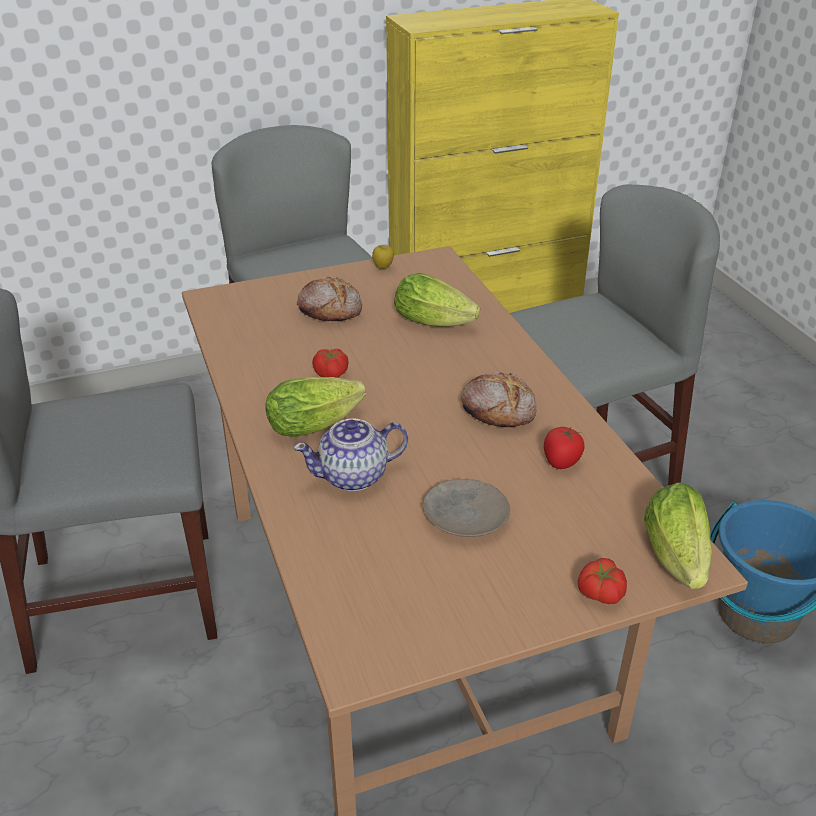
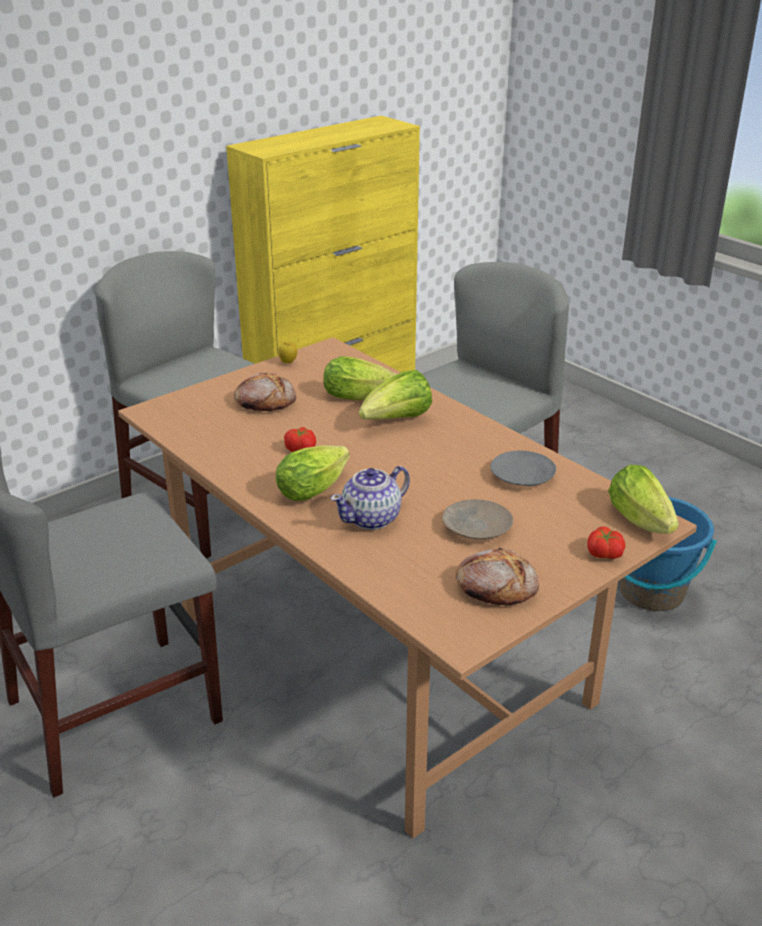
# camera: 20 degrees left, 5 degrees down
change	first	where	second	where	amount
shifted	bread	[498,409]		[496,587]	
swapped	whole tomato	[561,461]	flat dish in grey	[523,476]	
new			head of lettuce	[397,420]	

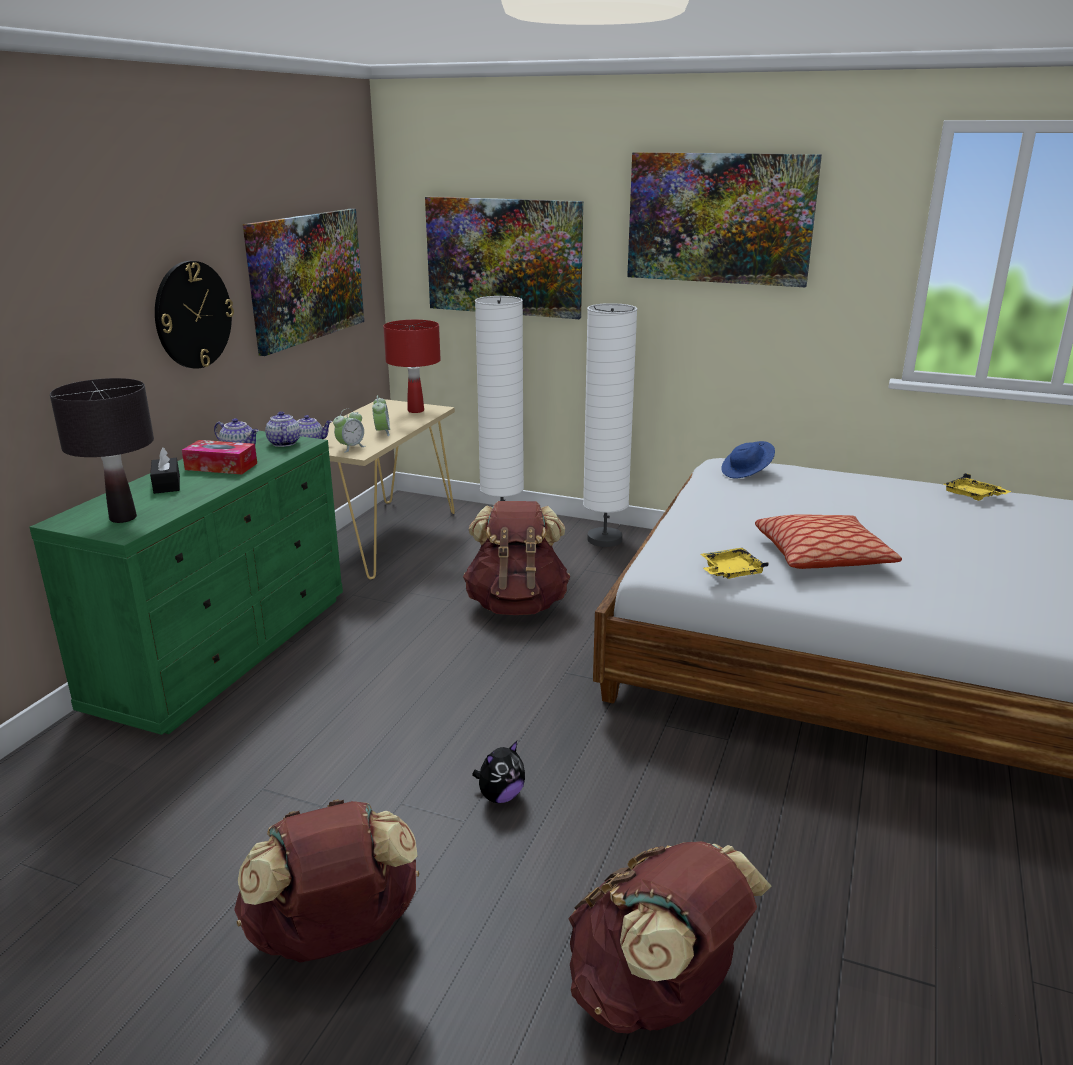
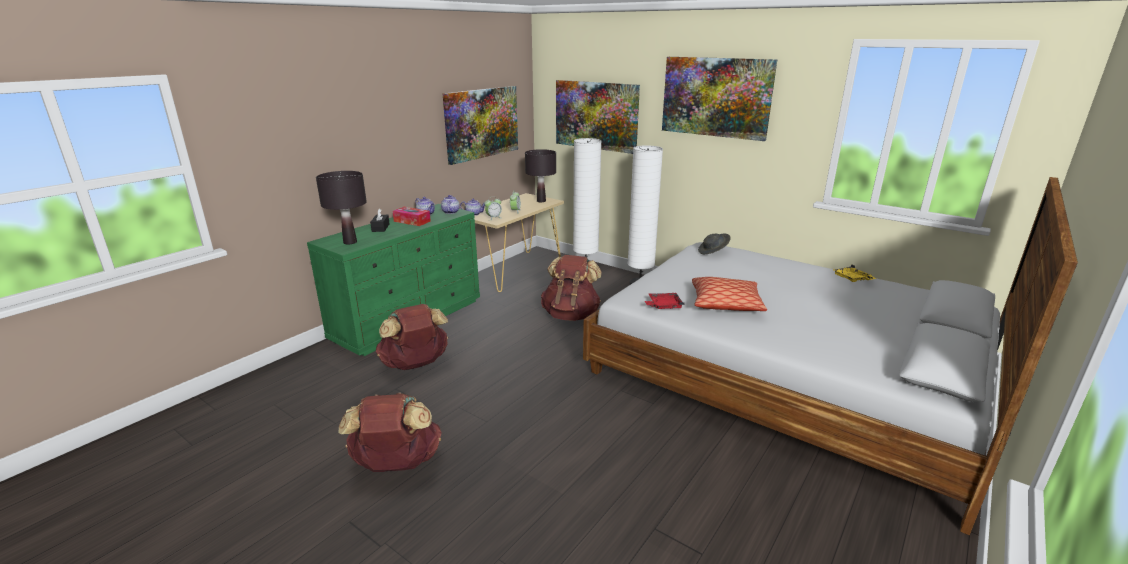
# camera: 15 degrees right, 0 degrees up
change	first	where	second	where	amount
gone	clock on the wall	[193,315]			
repainted	table lamp in red	[416,411]	table lamp in black	[541,201]	
repainted	hat in blue	[747,473]	hat in grey	[713,252]	
repainted	tray in yellow	[730,572]	tray in red	[663,306]	
gone	cuddly toy	[500,796]			
shifted	knapsack in brown	[655,994]		[415,364]	

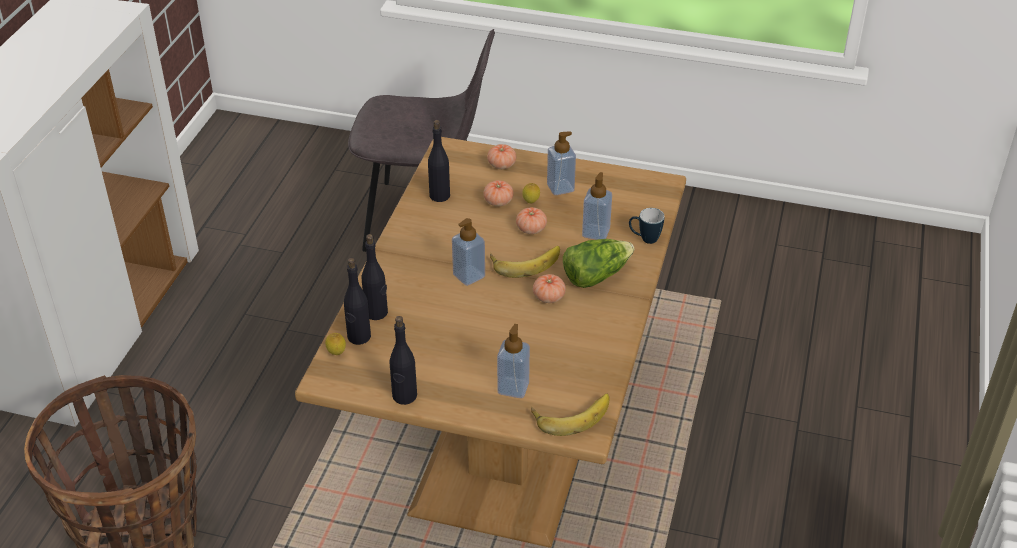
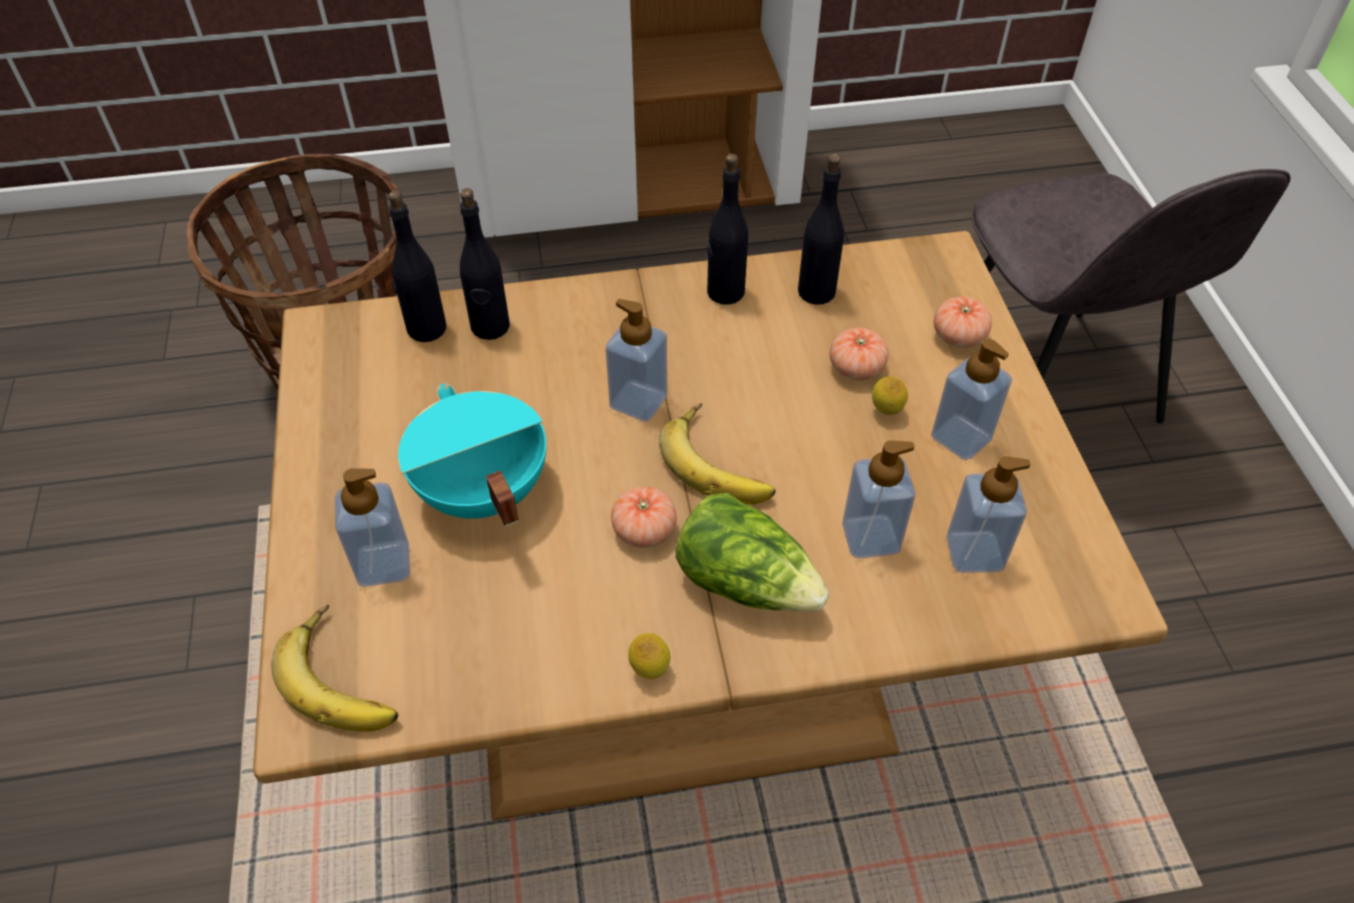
# camera: 65 degrees right, 10 degrees up
change	first	where	second	where	amount
gone	whole tomato	[531,229]			
gone	tea mug	[644,239]			
shifted	bottle in black	[404,396]		[725,292]	
shifted	lemon	[336,354]		[649,670]	
new			stockpot in turquoise	[480,492]	
new			liquid soap bottle	[974,552]	

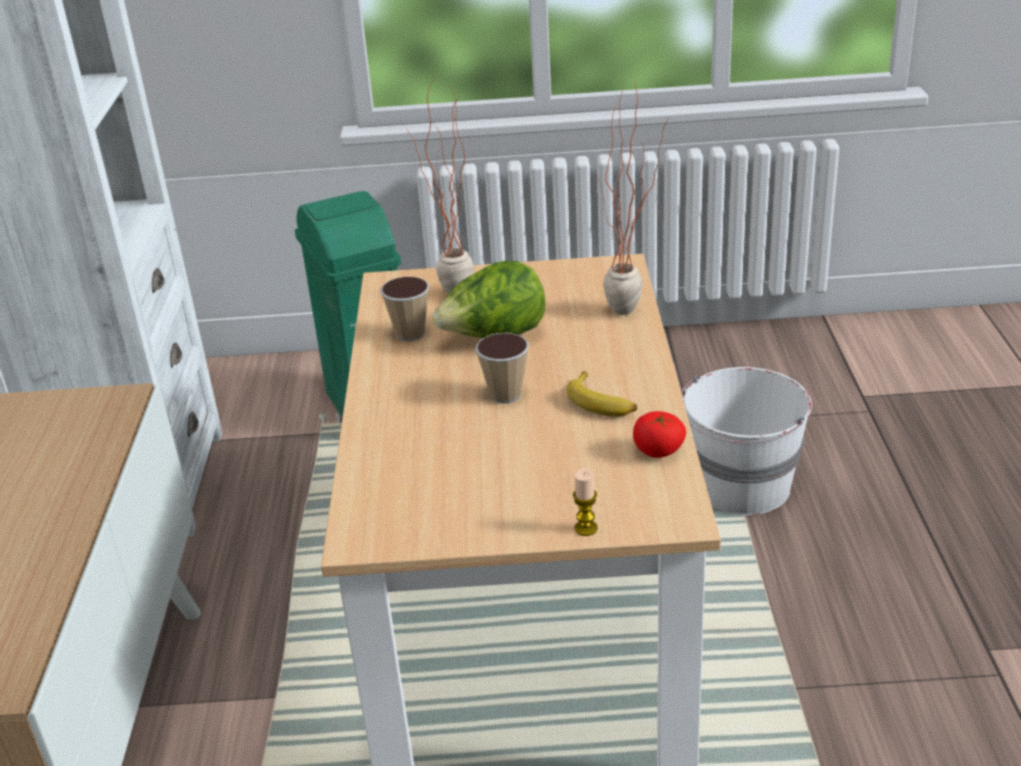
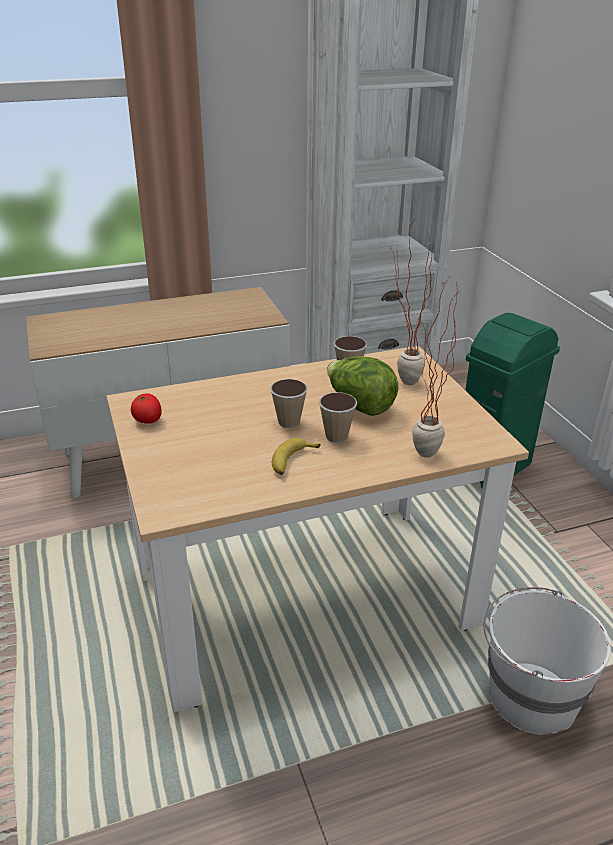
# camera: 70 degrees right, 0 degrees up
change	first	where	second	where	amount
shifted	whole tomato	[658,451]		[147,420]	
gone	wax candle	[586,528]			
new			small cup	[336,436]	

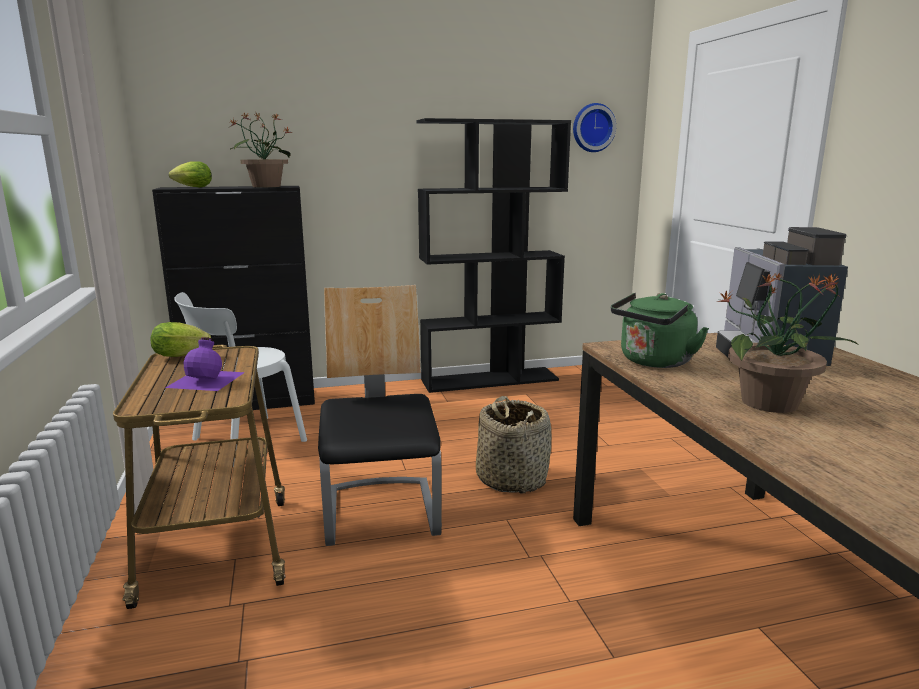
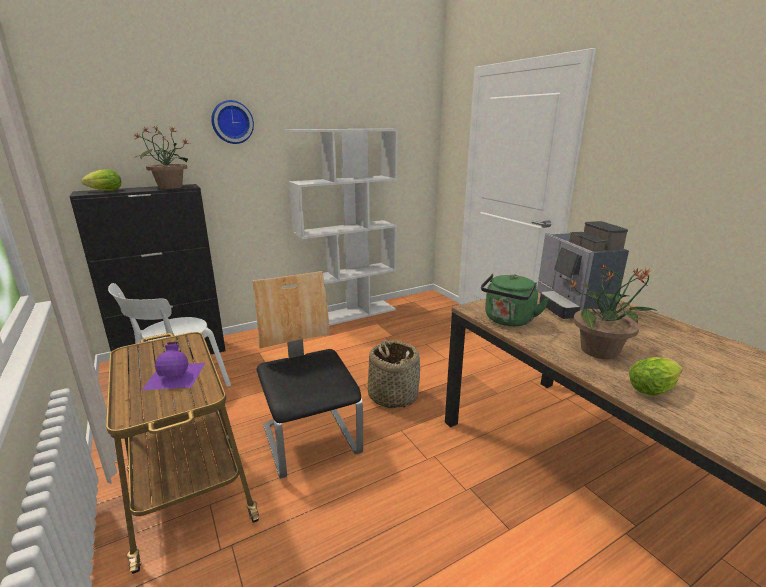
# camera: 15 degrees left, 5 degrees up
change	first	where	second	where	amount
shifted	clock on the wall	[592,128]		[232,122]	
repainted	bookshelf in black	[490,380]	bookshelf in white	[349,314]	
shifted	head of lettuce	[183,355]		[654,389]	

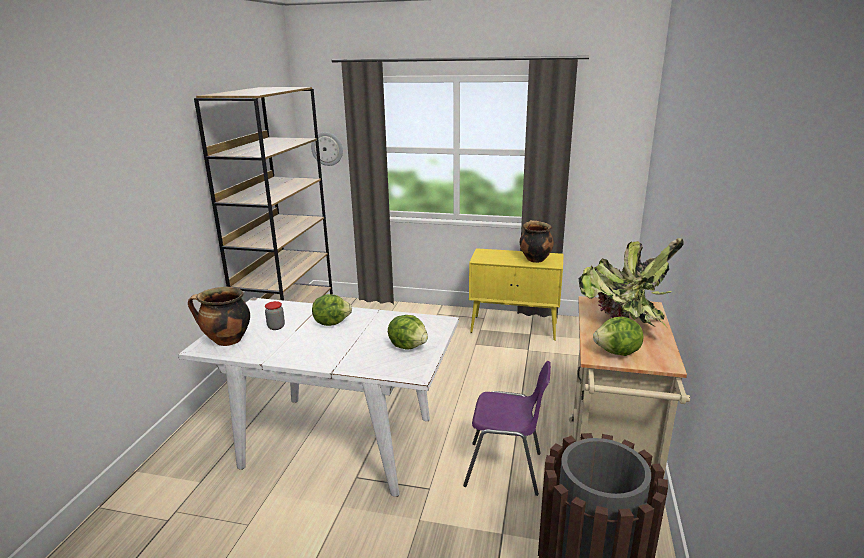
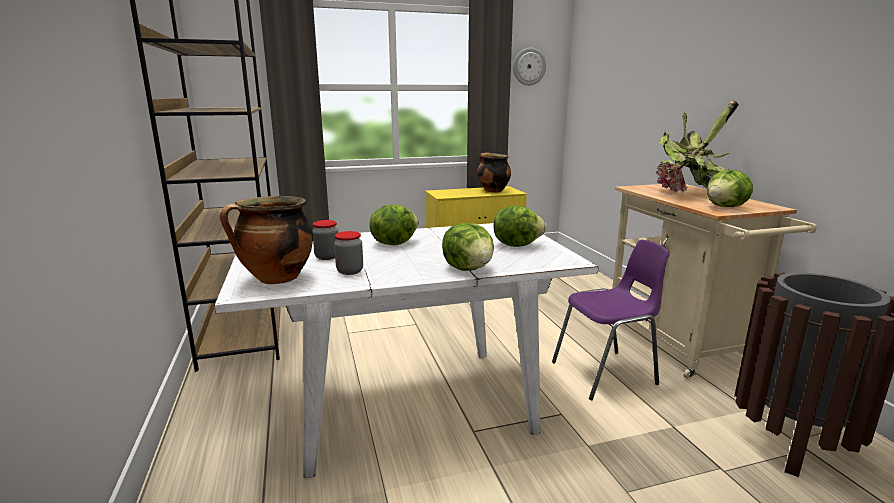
# camera: 30 degrees left, 5 degrees down
change	first	where	second	where	amount
shifted	clock on the wall	[327,148]		[529,66]	
new			head of lettuce	[469,269]	
new			jar	[350,271]	

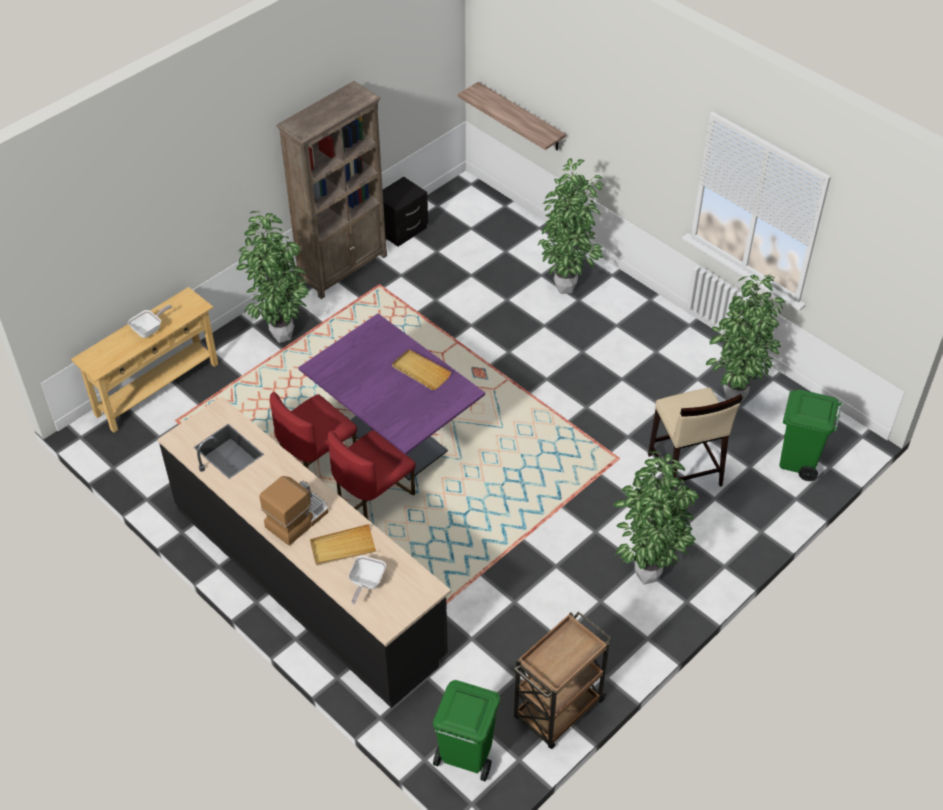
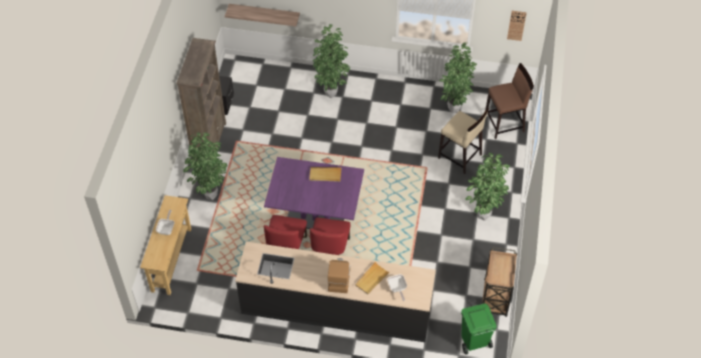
# camera: 35 degrees left, 5 degrees up
change	first	where	second	where	amount
swapped	waste bin in green-coloured	[799,461]	stool in brown	[504,124]	
new			clock on the wall	[516,25]	

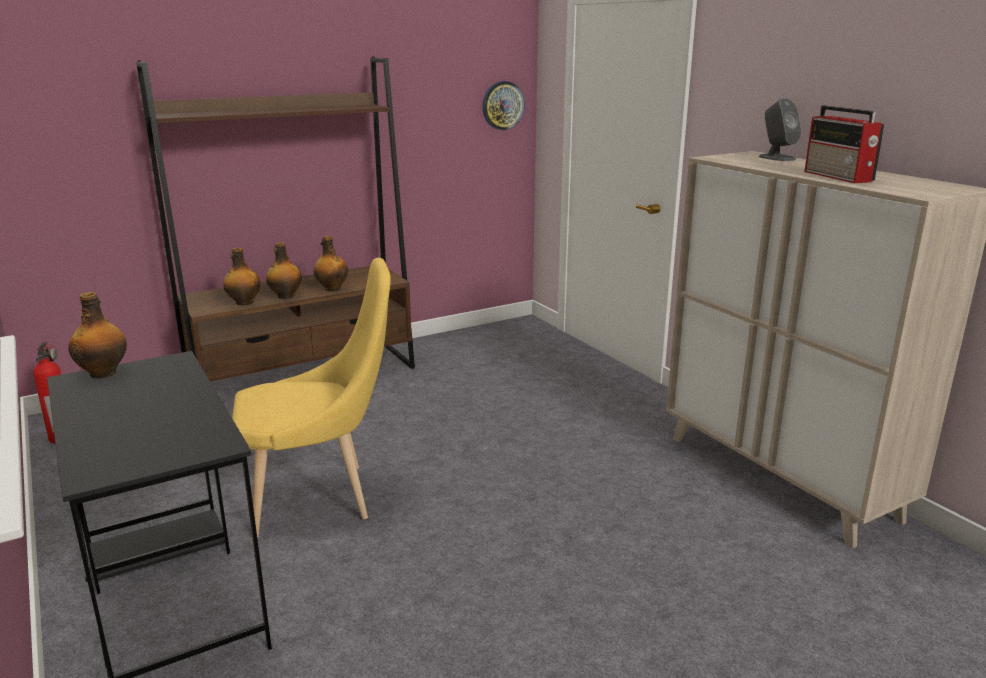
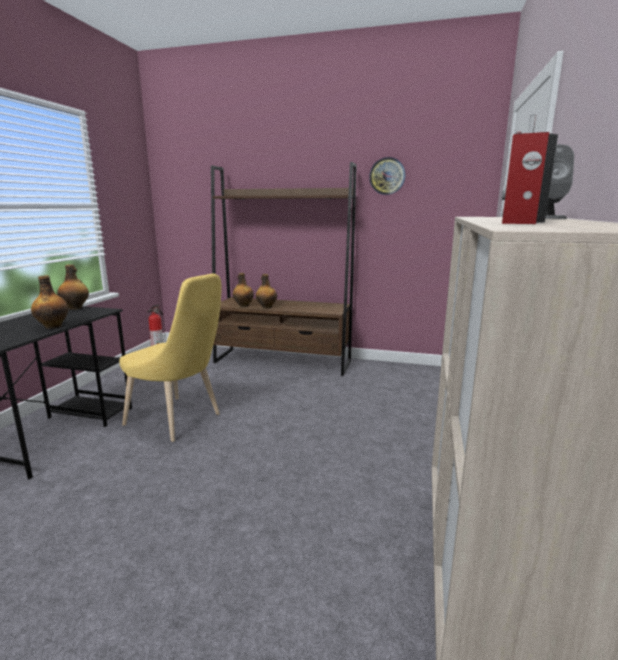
# camera: 45 degrees right, 5 degrees down
change	first	where	second	where	amount
shifted	clock on the wall	[502,105]		[387,176]	
shifted	bottle	[332,289]		[53,326]	

